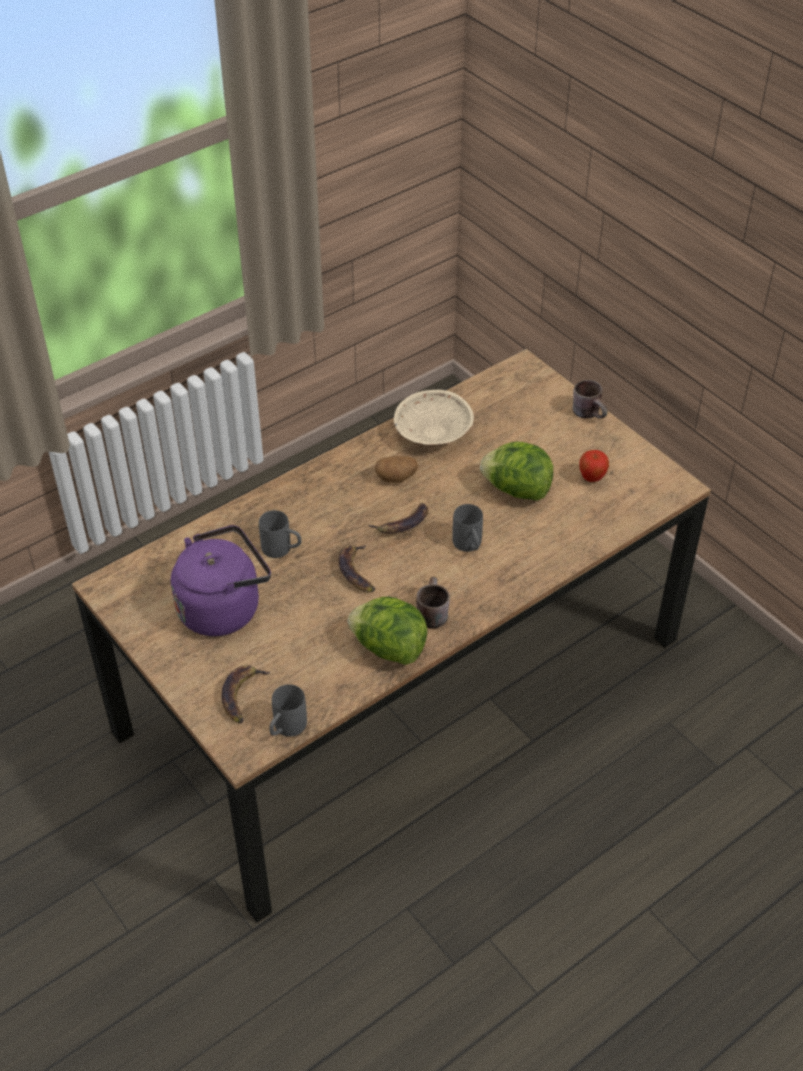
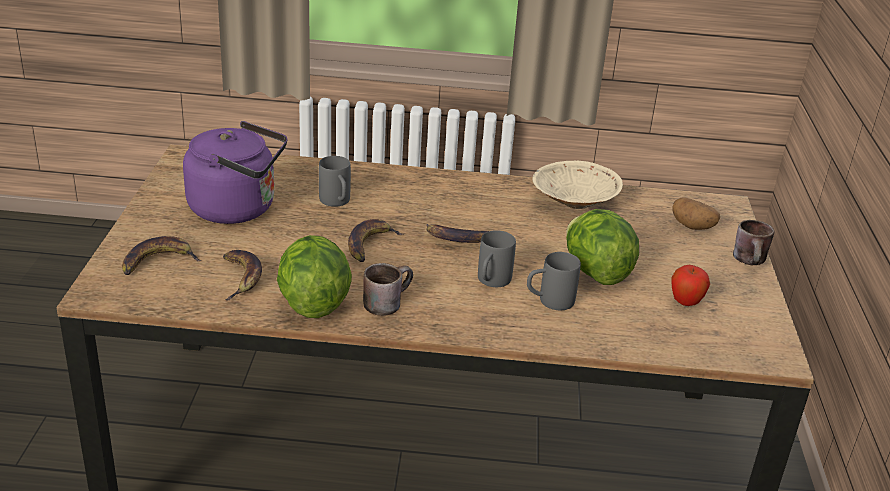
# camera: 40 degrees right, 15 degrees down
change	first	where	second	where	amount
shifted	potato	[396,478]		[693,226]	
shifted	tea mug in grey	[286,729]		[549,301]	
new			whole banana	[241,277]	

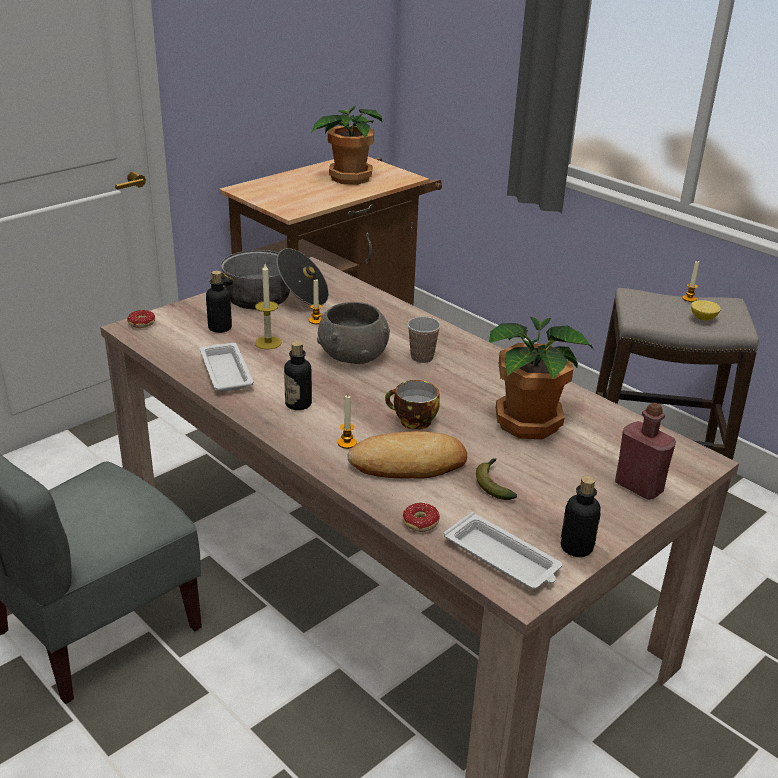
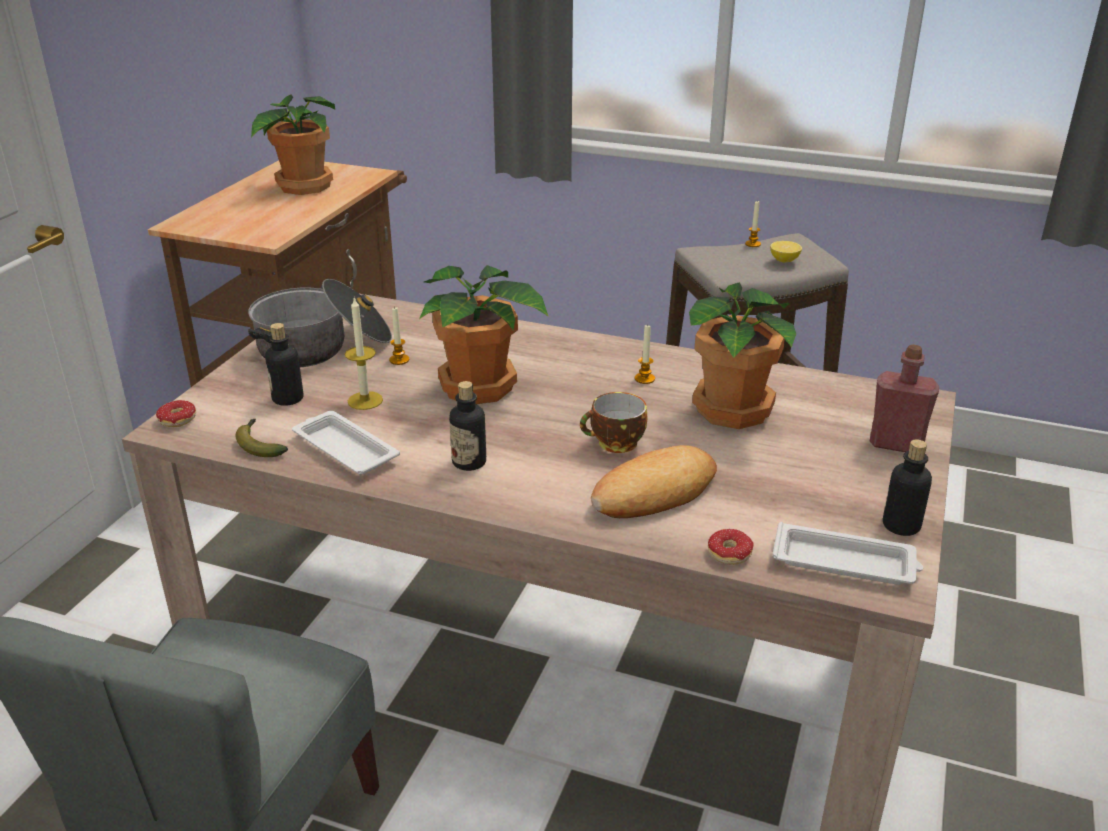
# camera: 25 degrees left, 0 degrees up
change	first	where	second	where	amount
swapped	serving bowl in grey	[353,355]	houseplant	[480,388]	
gone	small cup	[422,357]			
shifted	wax candle	[347,443]		[644,379]	
shifted	whole banana	[493,483]		[259,444]	

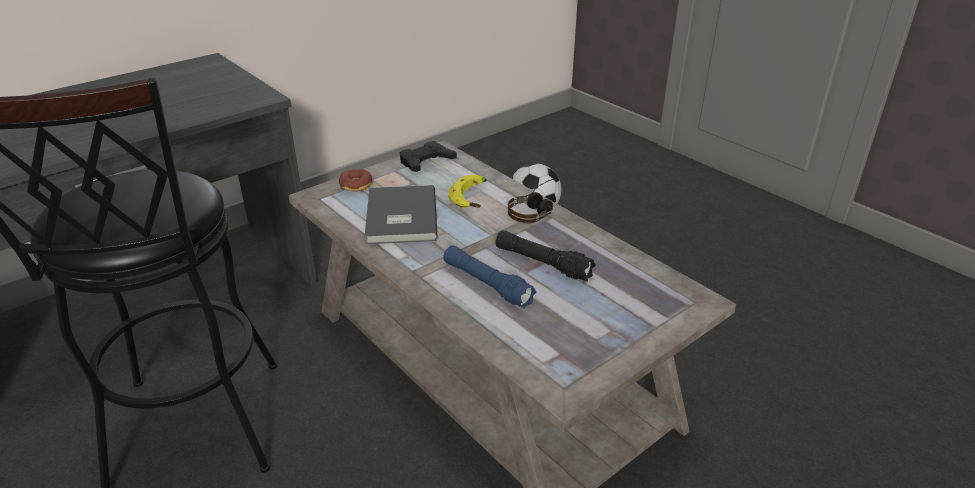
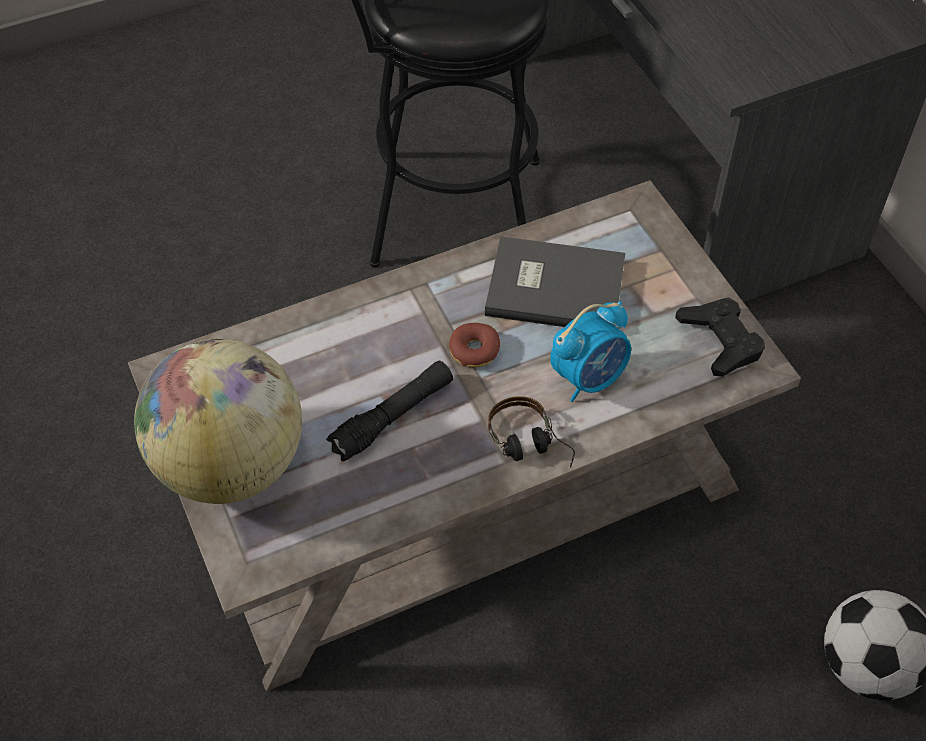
# camera: 105 degrees right, 20 degrees up
change	first	where	second	where	amount
shifted	donut	[356,185]		[474,350]	
swapped	whole banana	[473,197]	table clock	[589,377]	
gone	flashlight in blue	[487,284]			
new			desk globe	[231,464]	

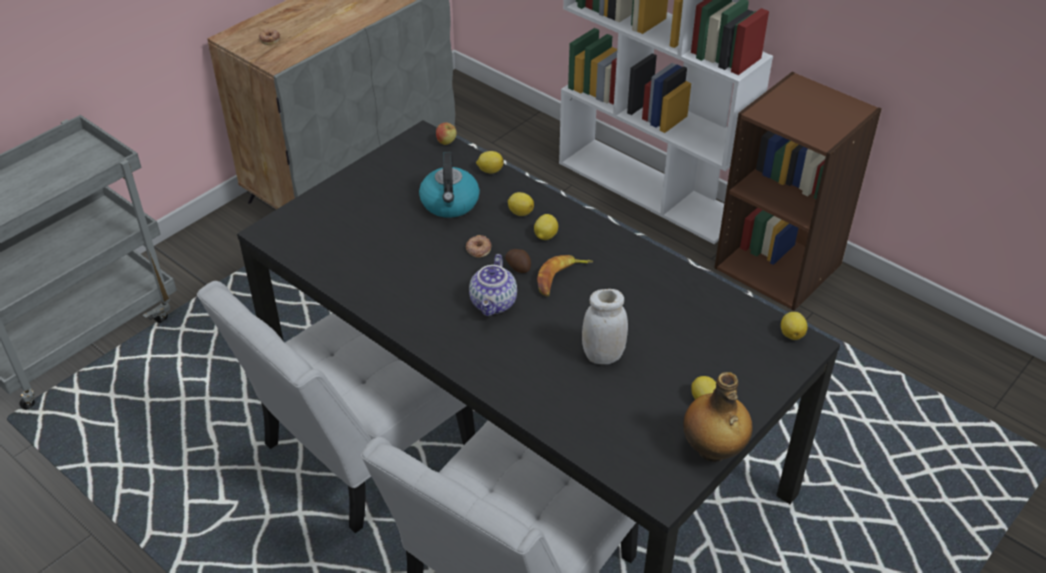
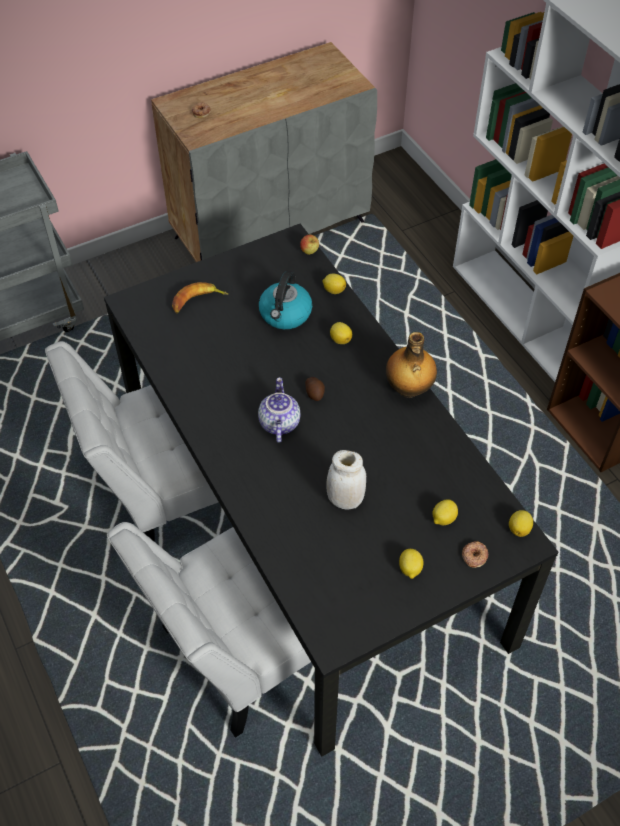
# camera: 20 degrees right, 10 degrees up
change	first	where	second	where	amount
shifted	lemon	[545,236]		[443,519]	
shifted	donut	[478,249]		[474,555]	
rotated	tea pot	[494,304]		[278,423]	150 degrees clockwise
shifted	whole banana	[561,279]		[197,301]	
shifted	bottle	[712,450]		[408,389]	

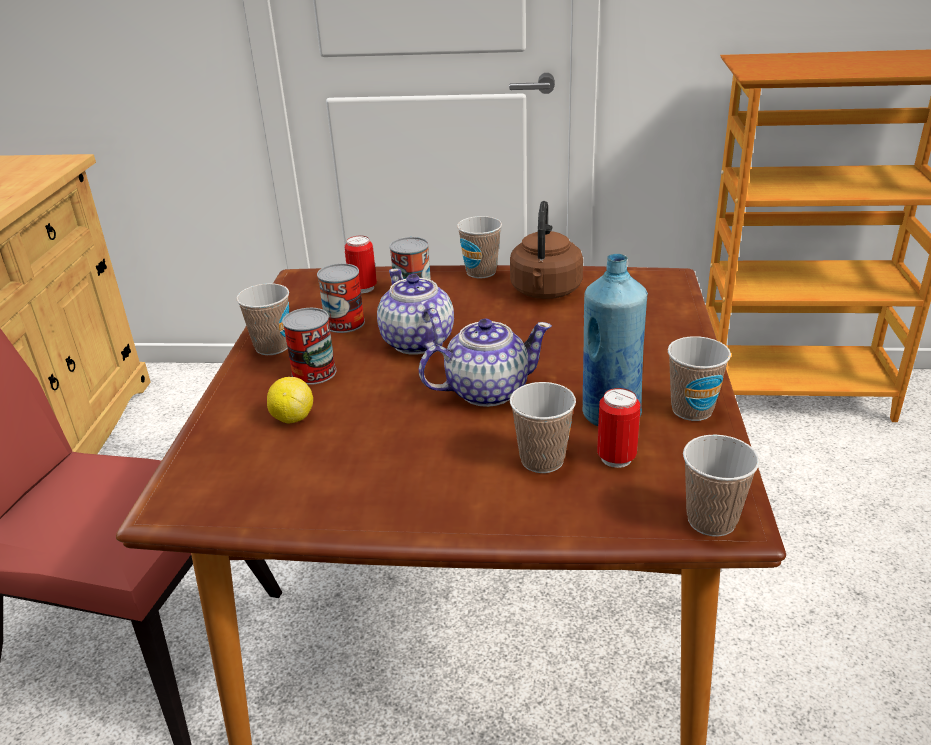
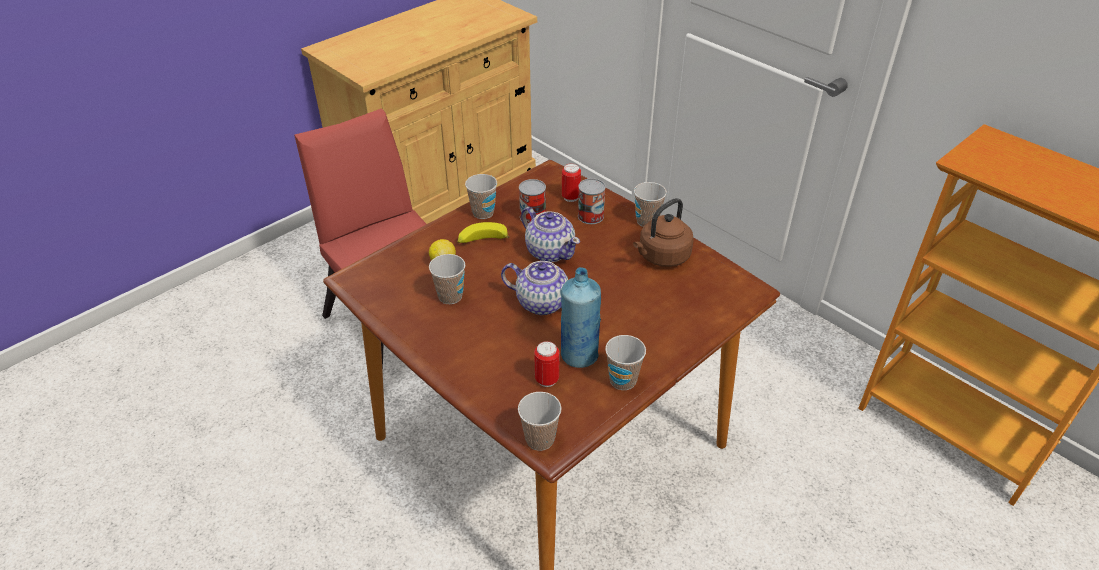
# camera: 40 degrees right, 10 degrees up
change	first	where	second	where	amount
rotated	tea pot	[417,342]		[550,251]	120 degrees clockwise
swapped	sealed can	[314,372]	whole banana	[482,241]	
shifted	small cup	[542,460]		[450,296]	

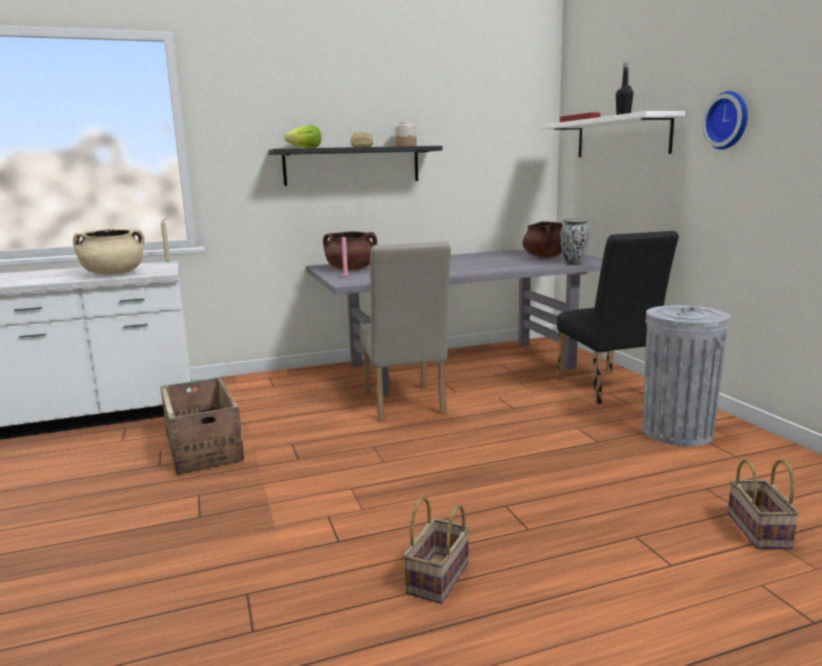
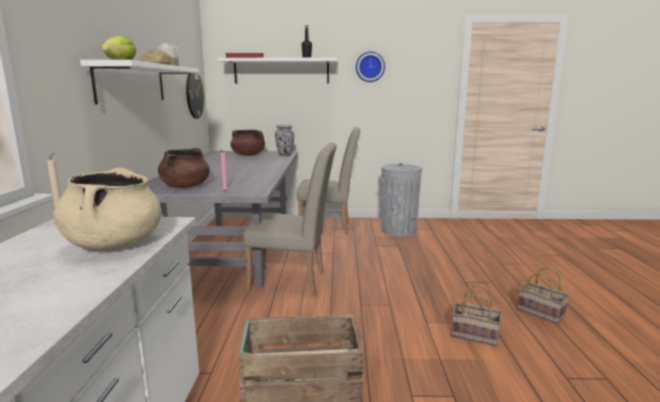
# camera: 70 degrees left, 0 degrees up
change	first	where	second	where	amount
repainted	bracket shelf in black	[352,165]	bracket shelf in white	[132,83]	
repainted	chair in black	[607,389]	chair in sand-coloured	[329,228]	
shifted	household basket	[760,531]		[476,335]	
new			clock on the wall	[194,94]	

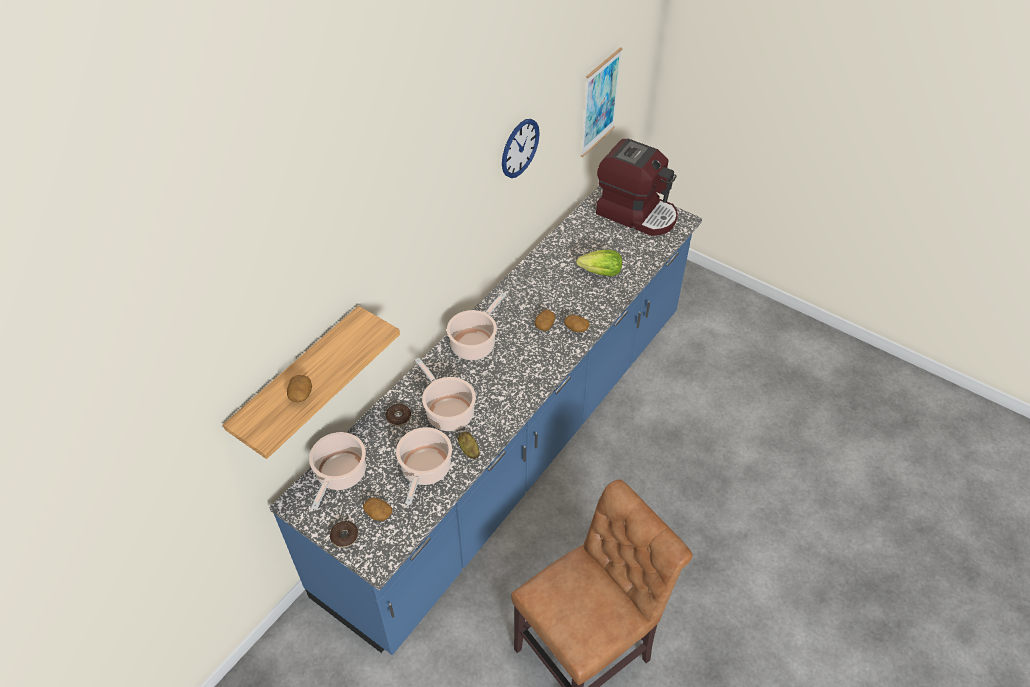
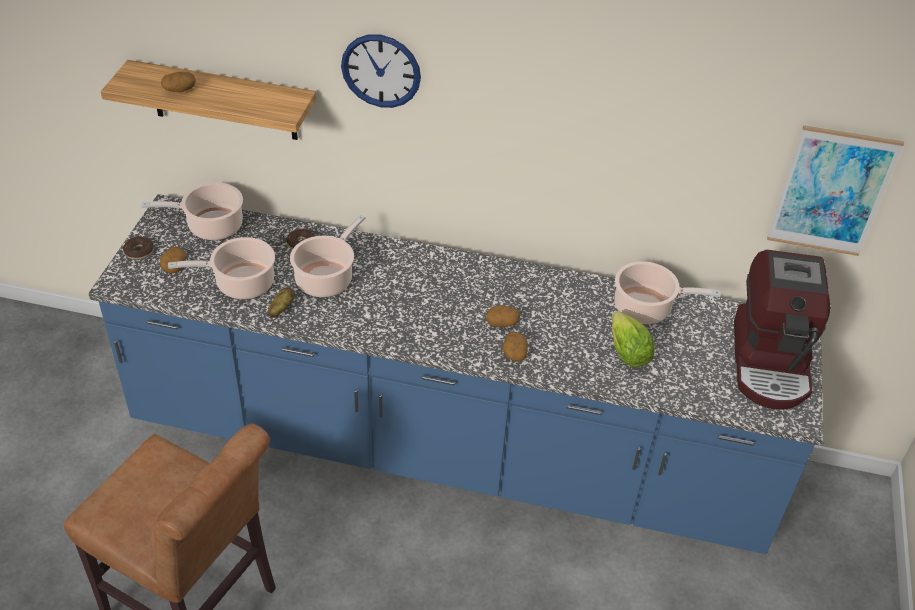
# camera: 65 degrees right, 5 degrees down
change	first	where	second	where	amount
shifted	clock on the wall	[519,148]		[381,71]	
shifted	stockpot	[475,343]		[646,308]	

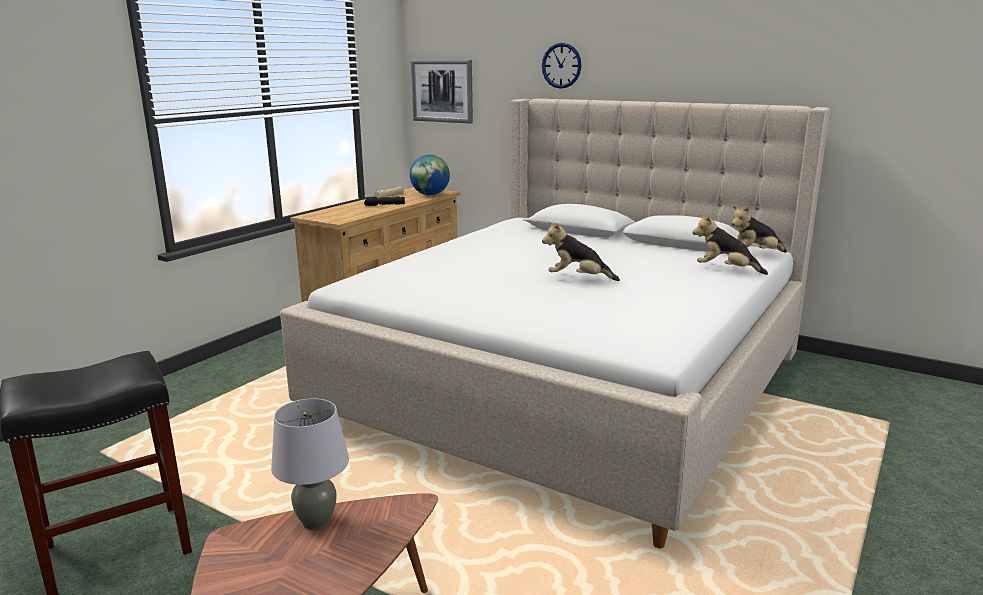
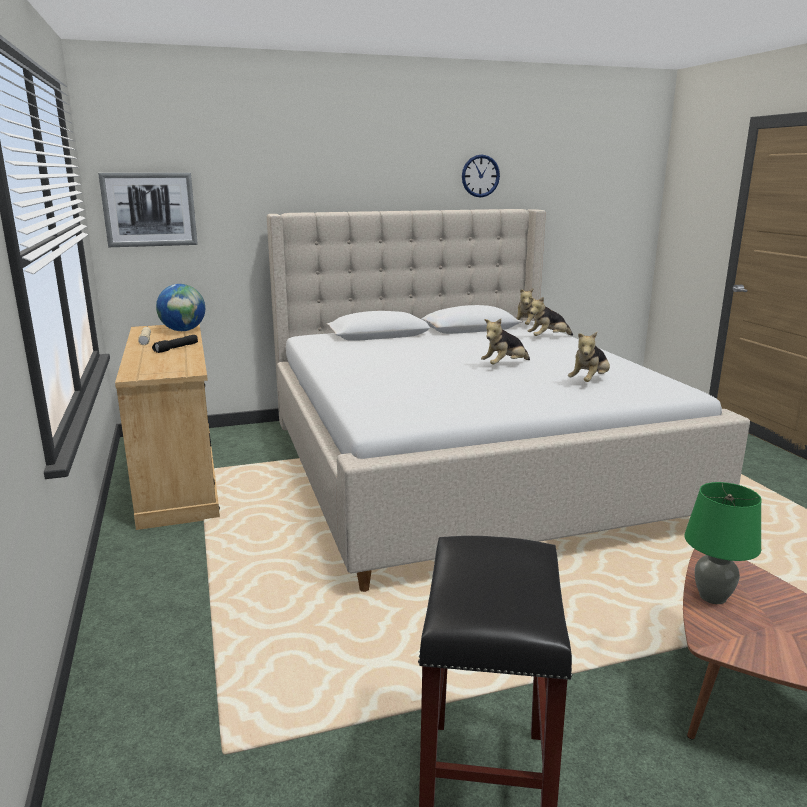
# camera: 50 degrees left, 0 degrees up
change	first	where	second	where	amount
shifted	clock on the wall	[561,65]		[480,176]	
repainted	table lamp in grey	[316,522]	table lamp in green-coloured	[713,597]	
new			cuddly toy	[589,381]	

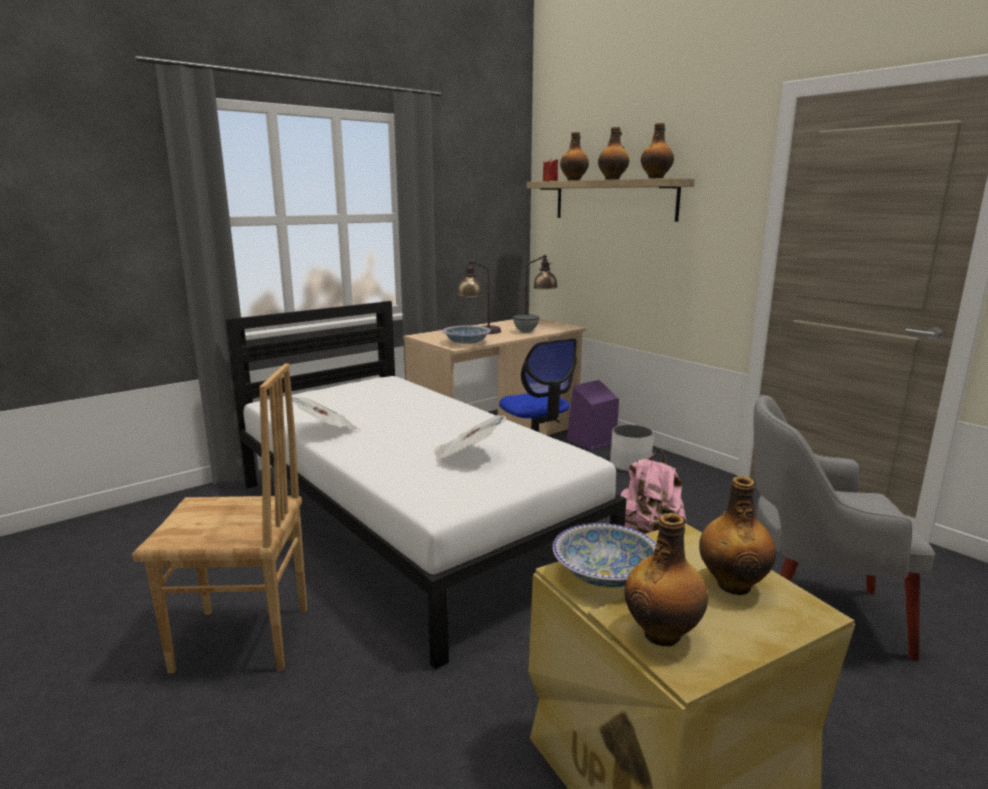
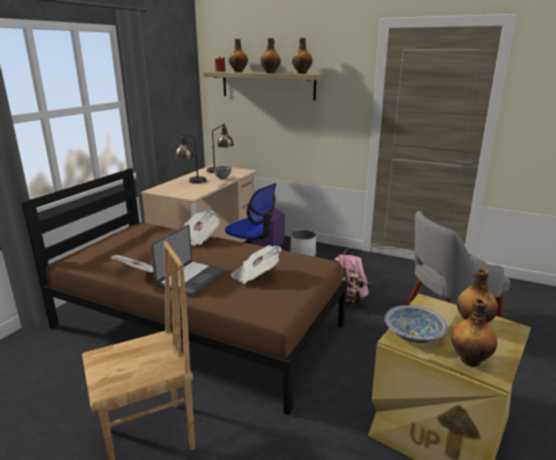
# camera: 25 degrees left, 5 degrees up
change	first	where	second	where	amount
repainted	bed in white	[410,523]	bed in brown	[198,325]	
gone	serving bowl	[466,342]			
new			printed paper	[198,239]	
new			portable computer	[190,278]	

